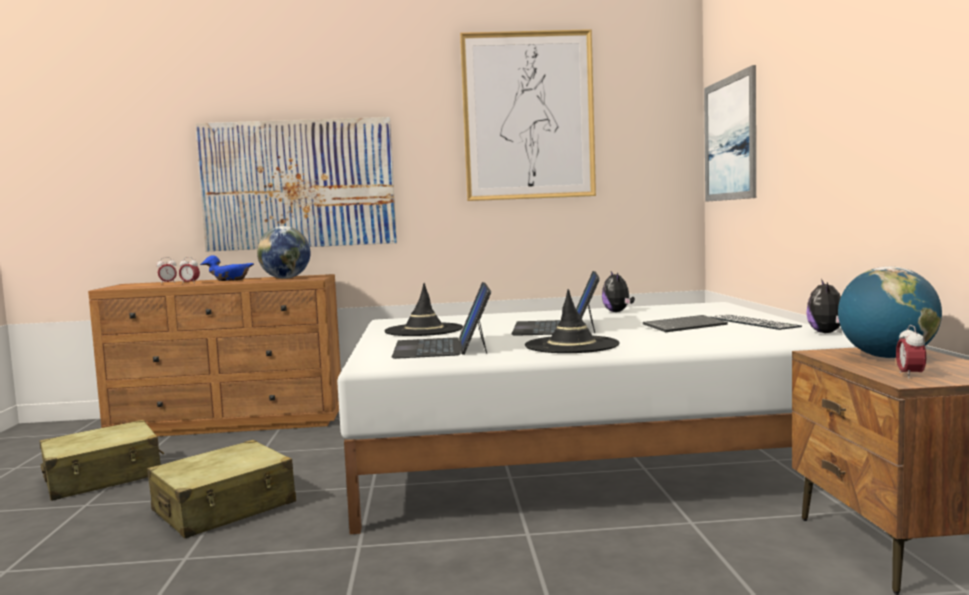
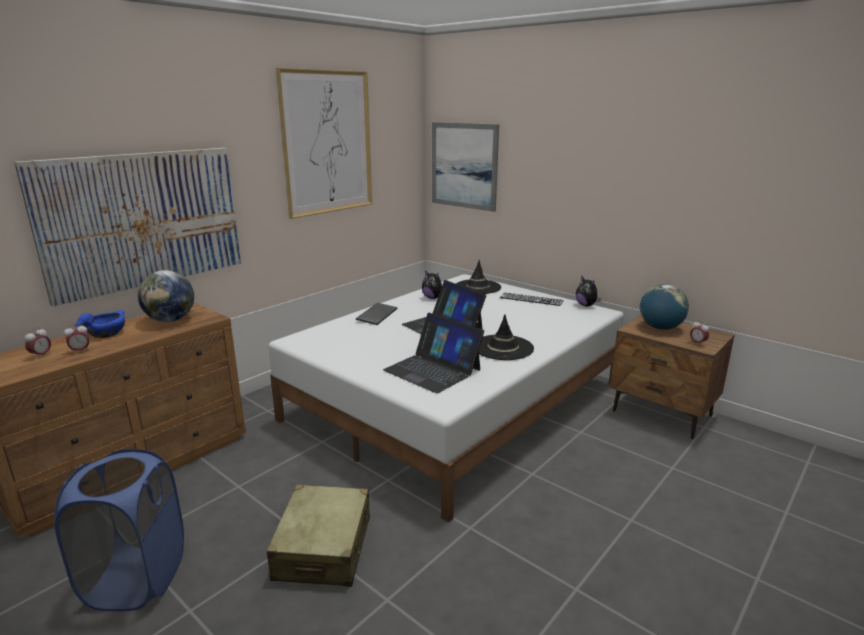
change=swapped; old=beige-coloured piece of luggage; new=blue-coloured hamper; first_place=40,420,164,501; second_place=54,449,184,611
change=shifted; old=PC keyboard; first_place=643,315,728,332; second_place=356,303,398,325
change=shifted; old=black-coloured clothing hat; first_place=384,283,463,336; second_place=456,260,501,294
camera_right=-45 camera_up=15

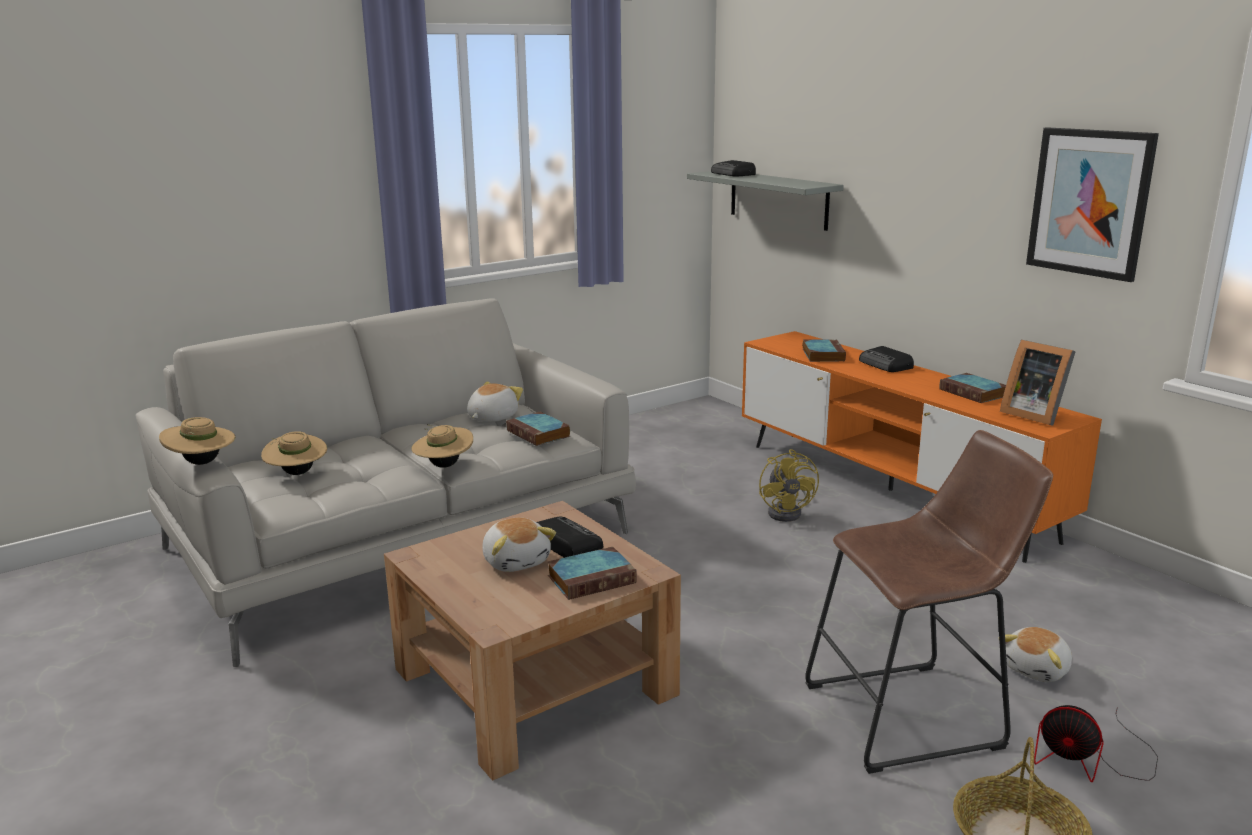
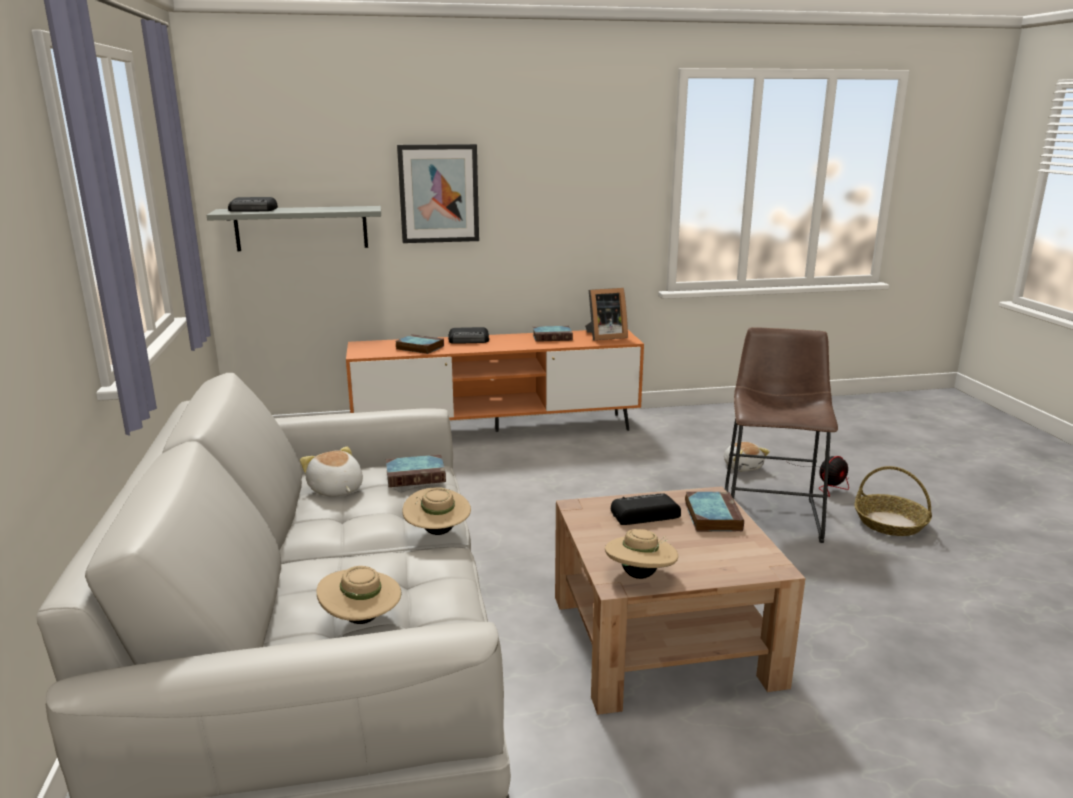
change=shifted; old=wall picture; first_place=1026,127,1159,282; second_place=397,144,479,243
change=shifted; old=beige-coloured clothing hat; first_place=159,417,235,465; second_place=605,529,678,579
change=gone; old=plush toy; first_place=482,518,556,572
change=gone; old=yellowish fan; first_place=759,449,819,522
camera_right=-65 camera_up=0

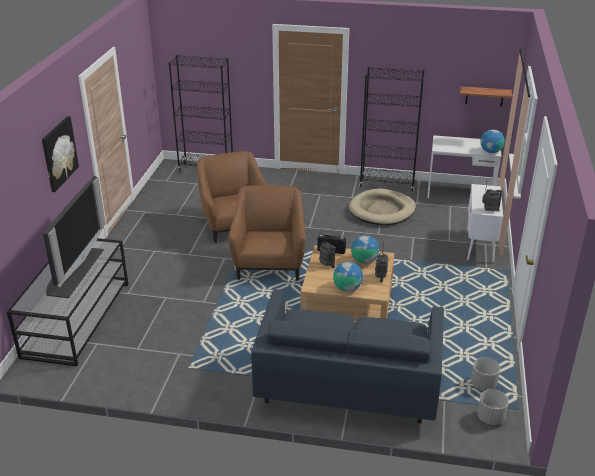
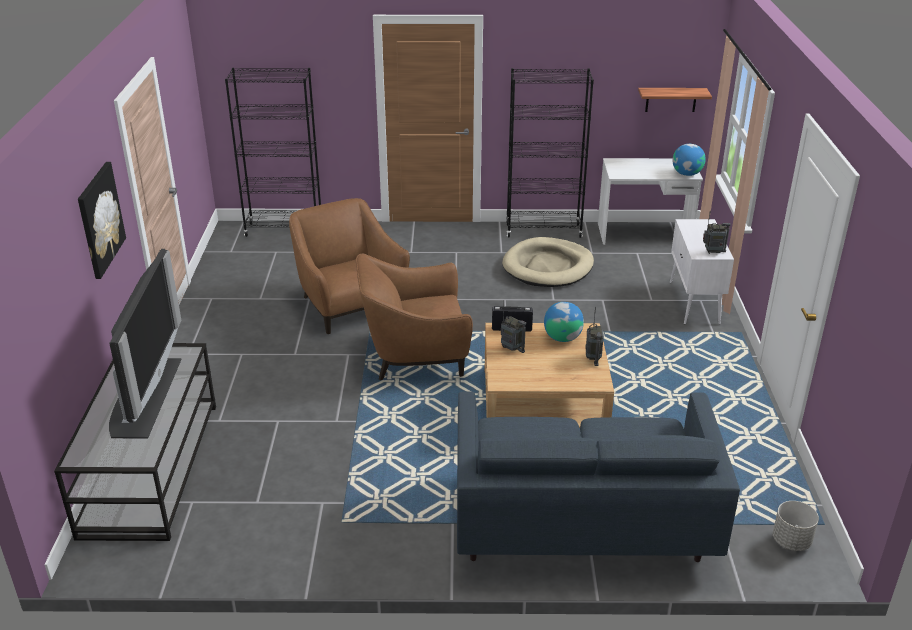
change=rotated; old=brown armchair; first_place=228,186,306,281; second_place=356,254,473,380; degrees=-90
change=gone; old=desk globe; first_place=333,262,363,292
change=gone; old=grey flower pot; first_place=471,357,500,391
camera_right=-10 camera_up=0

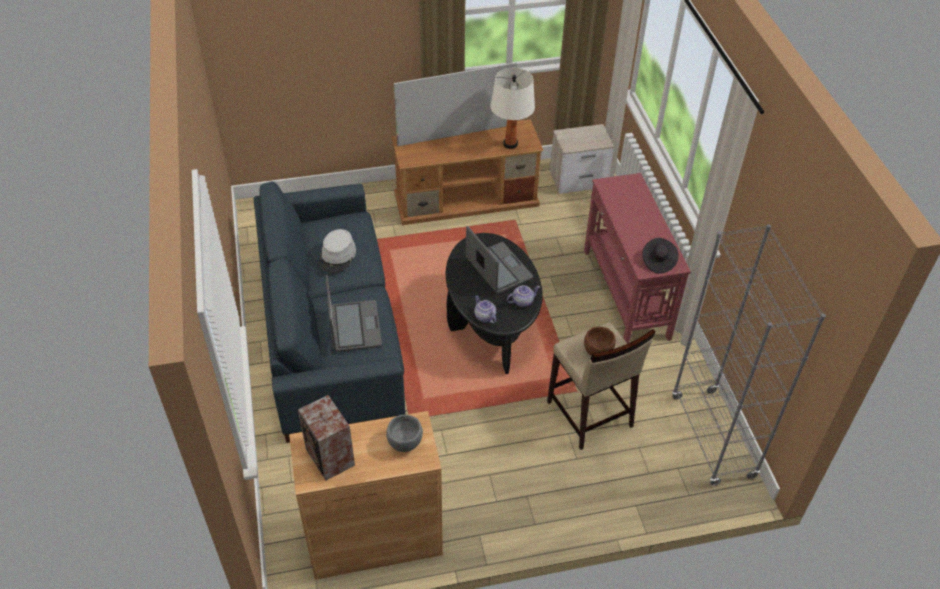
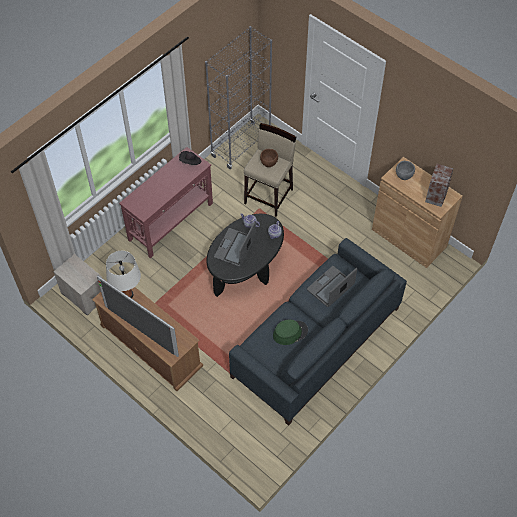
change=repainted; old=grey clothing hat; new=greenish clothing hat; first_place=318,229,356,273; second_place=273,319,308,345
camera_right=-125 camera_up=10

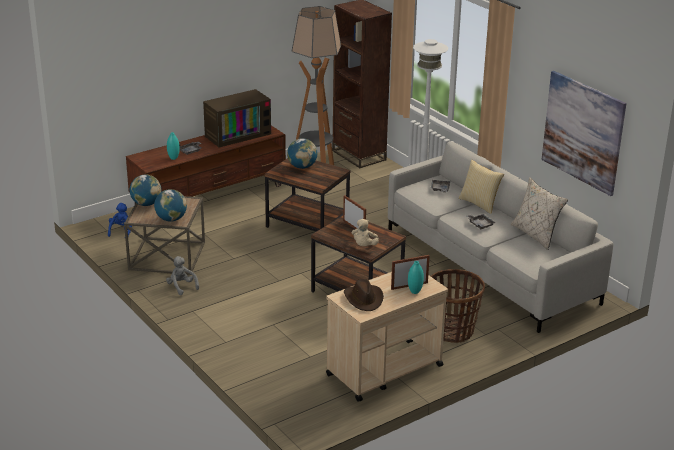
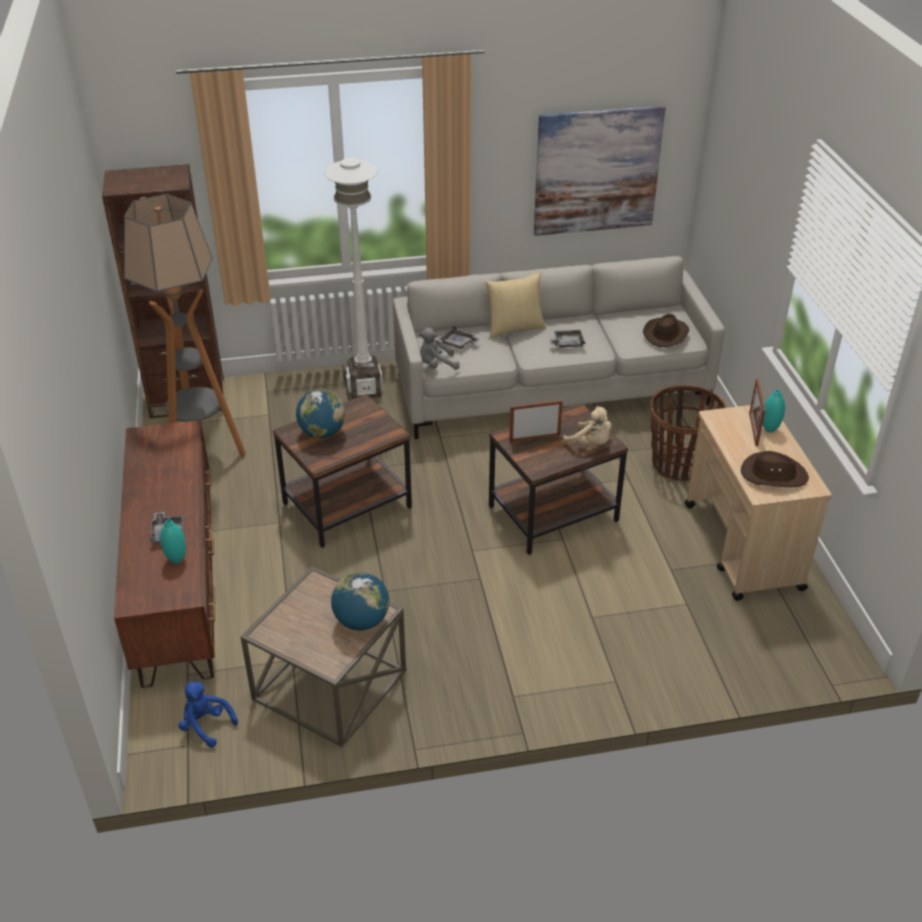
change=shifted; old=grey plush toy; first_place=166,256,199,295; second_place=418,328,460,370
change=new; new=brown clothing hat; second_place=643,314,689,347
change=gone; old=desk globe; first_place=130,174,161,206
change=gone; old=television; first_place=203,89,271,147
change=gone; old=beige-coloured pillow; first_place=511,178,568,250
camera_right=-65 camera_up=10

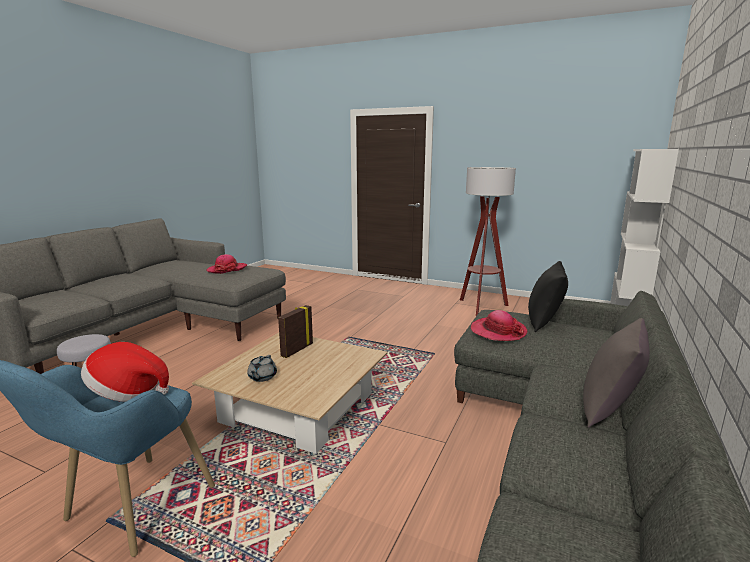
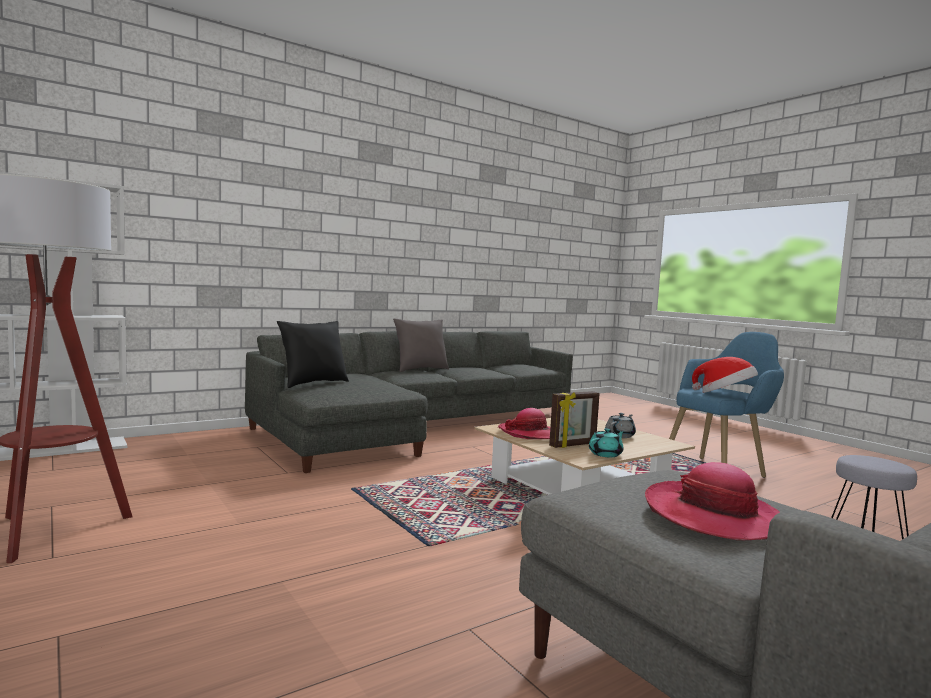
change=shifted; old=clothing hat; first_place=471,310,527,341; second_place=498,408,550,439
change=new; new=blue-green tea pot; second_place=589,428,624,457
camera_right=-150 camera_up=-10

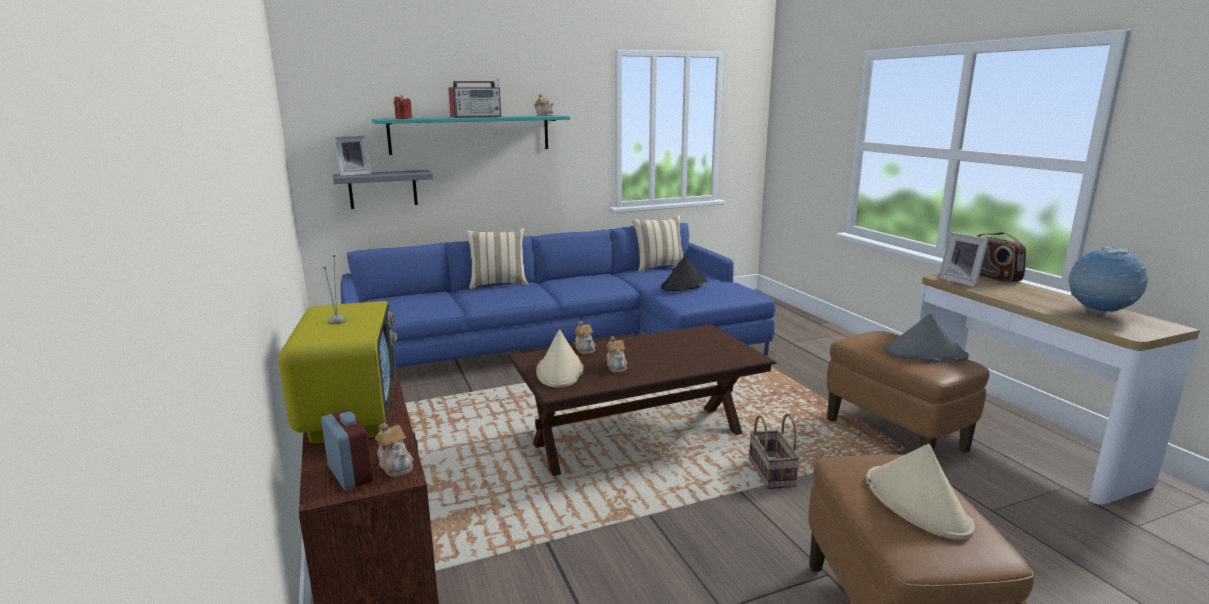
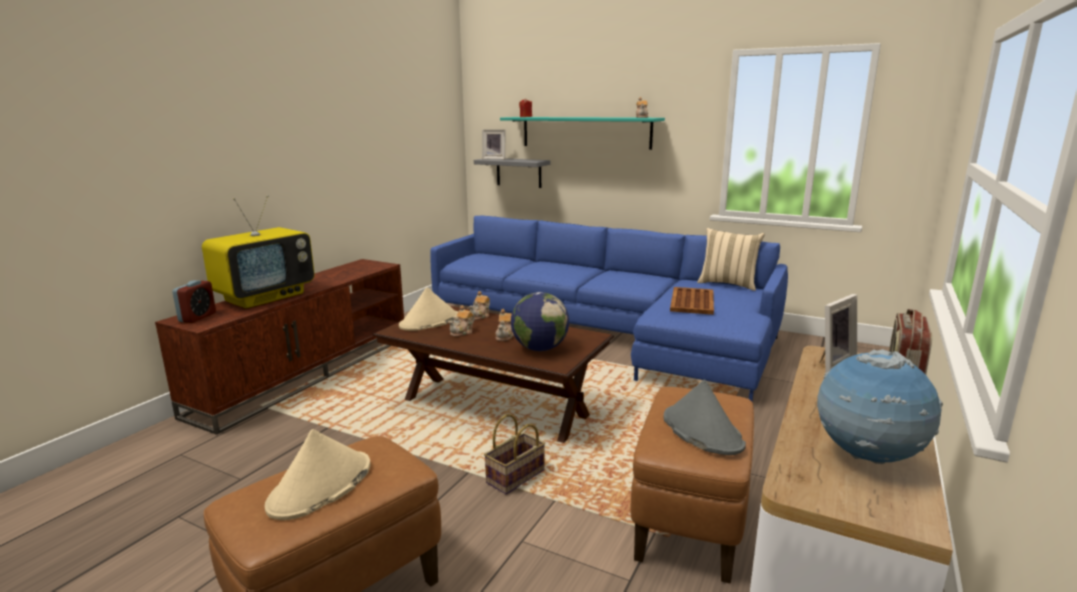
change=shifted; old=tea pot; first_place=375,422,413,477; second_place=495,309,514,341
change=new; new=desk globe; second_place=511,292,569,351
change=swapped; old=black-coloured clothing hat; new=brown carrying tray; first_place=661,256,707,291; second_place=670,287,714,315
change=rotated; old=photo frame; first_place=939,232,989,287; second_place=820,294,857,373; degrees=-150
change=gone; old=radio set; first_place=448,79,501,118
change=gone; old=beige-coloured pillow; first_place=466,228,529,289
camera_right=50 camera_up=0

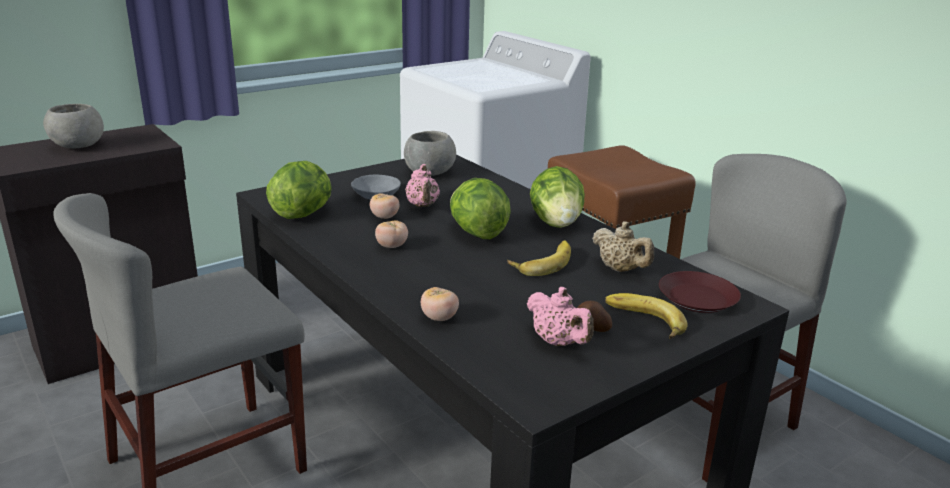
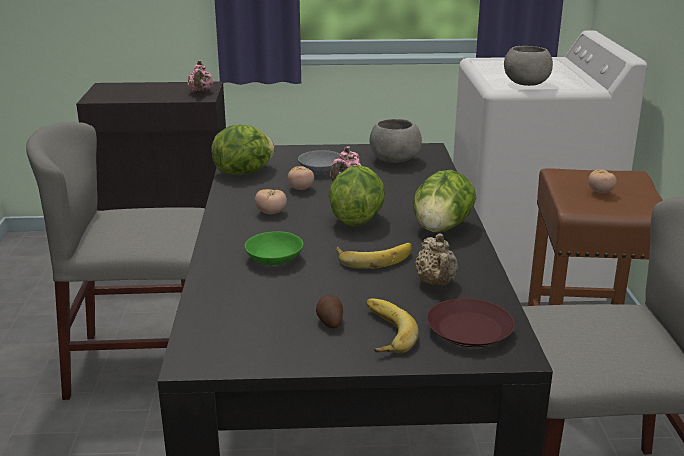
change=shifted; old=pinkish tea pot; first_place=527,287,594,346; second_place=188,60,213,93
change=new; new=greenish bowl; second_place=245,231,303,265
change=shifted; old=grey bowl; first_place=43,104,104,148; second_place=504,46,553,86
change=shifted; old=whole tomato; first_place=421,287,459,321; second_place=588,169,616,193
camera_right=35 camera_up=0

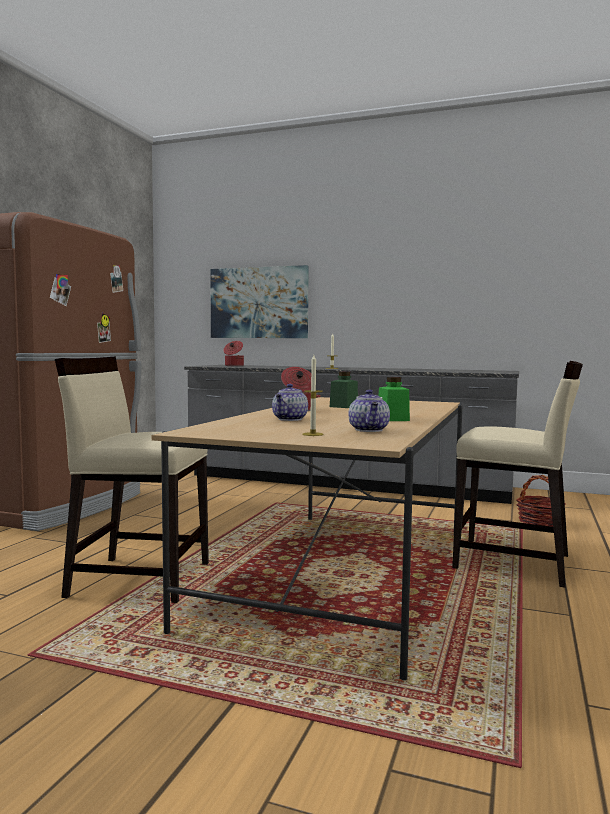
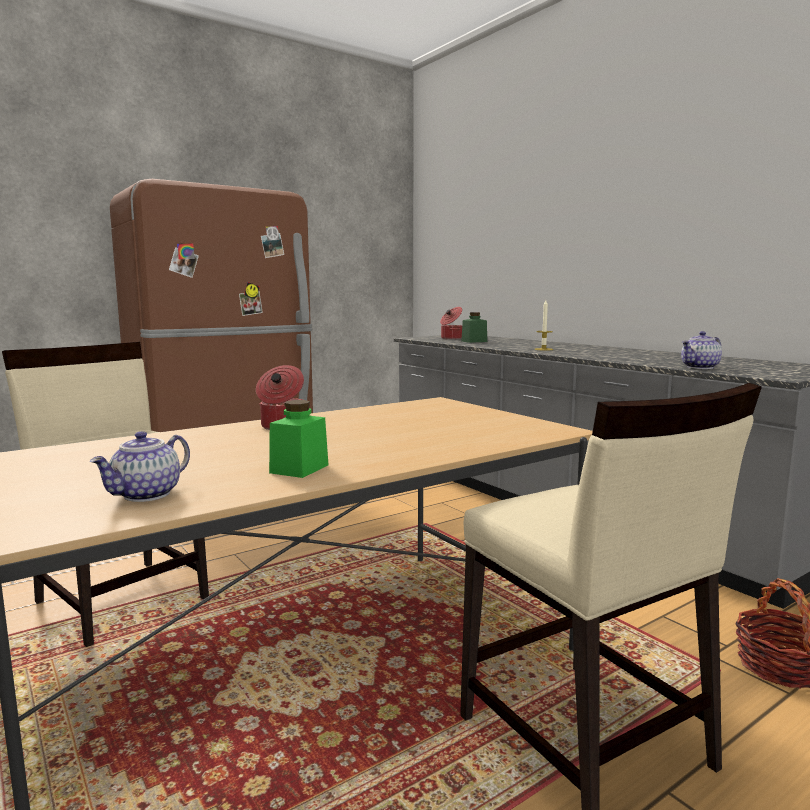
change=shifted; old=greenish storage jar; first_place=330,372,358,408; second_place=461,312,487,343
change=shifted; old=tea pot; first_place=272,384,308,421; second_place=681,331,722,369
change=gone; old=wall picture; first_place=211,265,309,338
change=gone; old=wax candle; first_place=302,355,324,436
camera_right=35 camera_up=5

